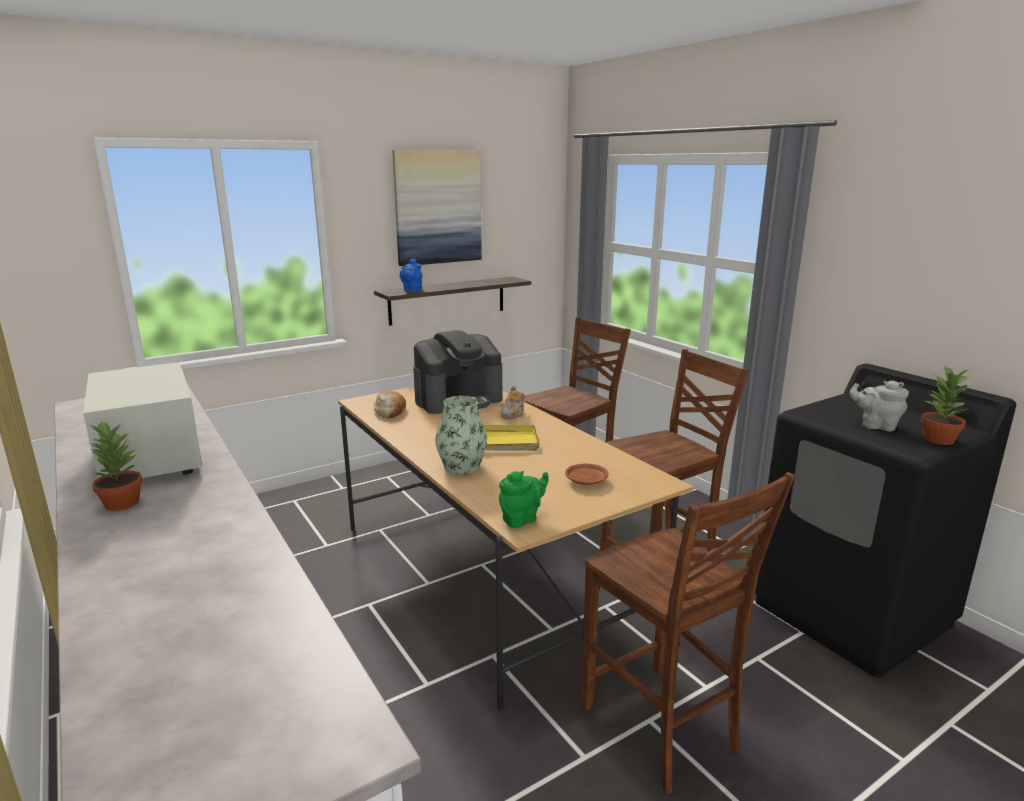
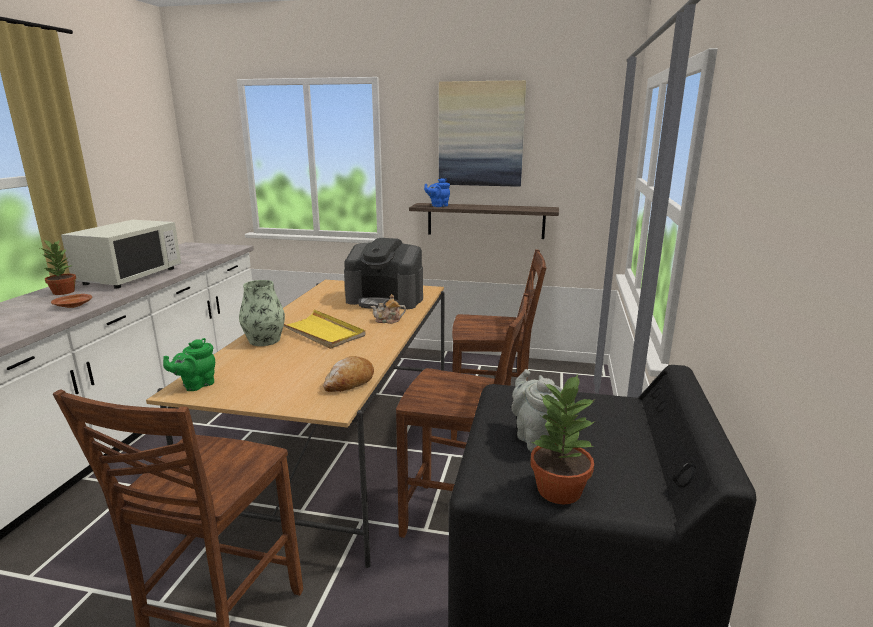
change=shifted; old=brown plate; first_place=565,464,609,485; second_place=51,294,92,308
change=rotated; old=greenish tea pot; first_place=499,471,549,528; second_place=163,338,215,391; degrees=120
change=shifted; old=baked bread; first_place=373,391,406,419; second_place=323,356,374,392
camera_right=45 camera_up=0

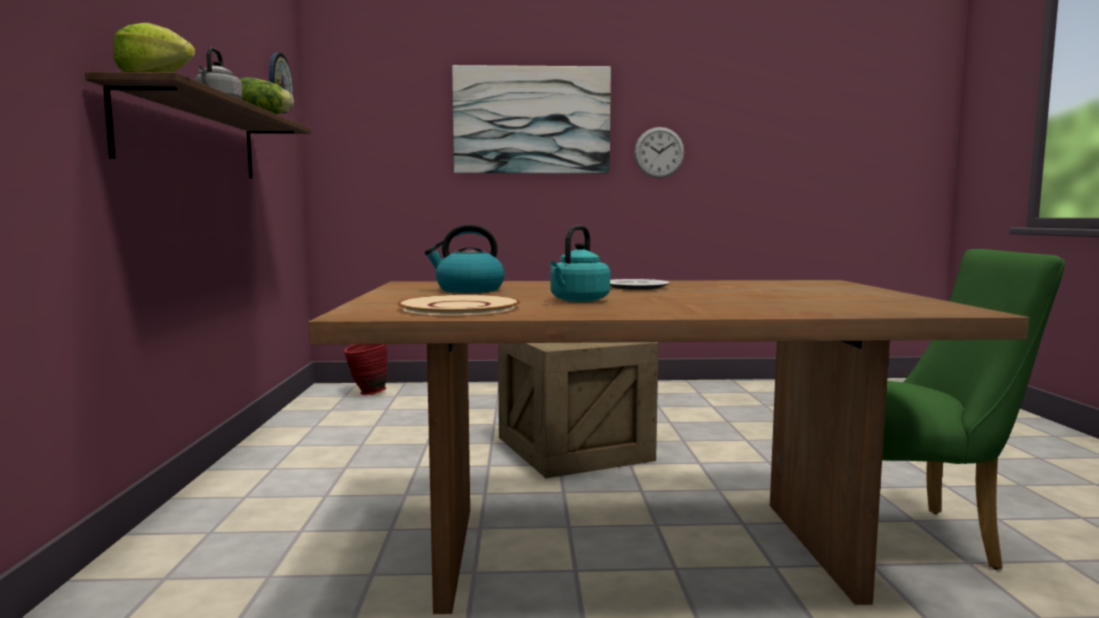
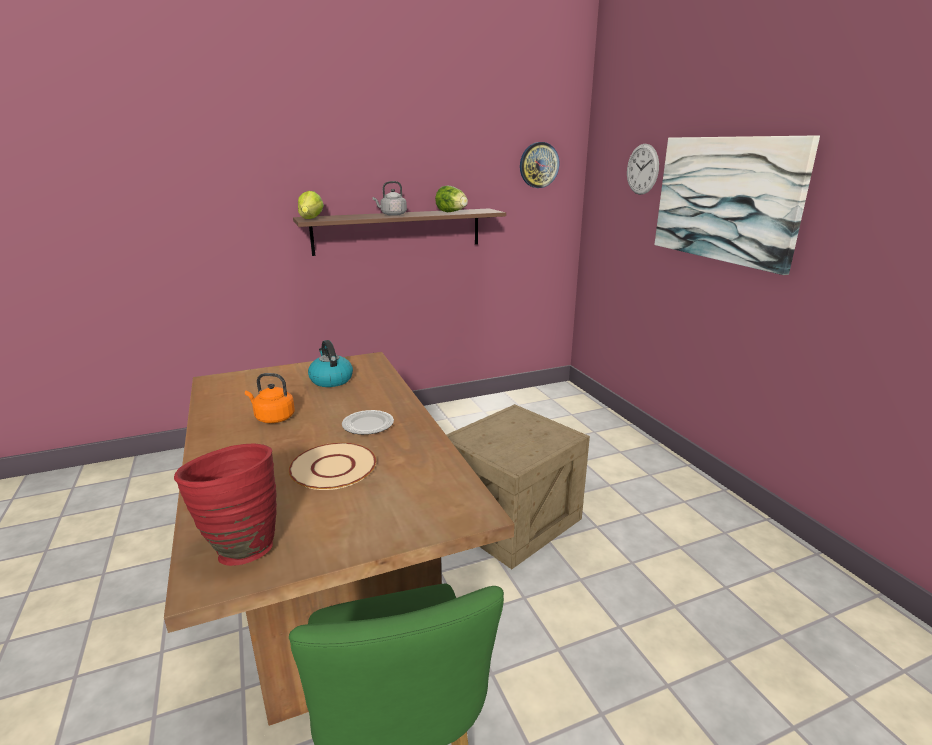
change=shifted; old=red flower vase; first_place=344,344,388,395; second_place=174,443,277,566
change=repainted; old=blue-green water kettle; new=orange-coloured water kettle; first_place=550,225,610,302; second_place=245,373,295,423
change=shifted; old=beige-coloured plate; first_place=397,295,520,316; second_place=289,443,376,490
change=shifted; old=clock on the wall; first_place=634,127,684,178; second_place=627,144,659,195
camera_right=70 camera_up=15

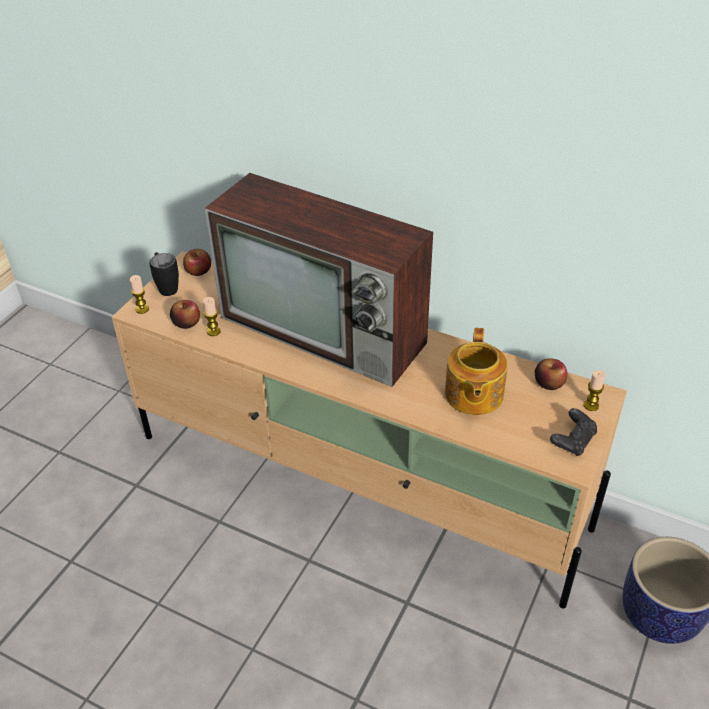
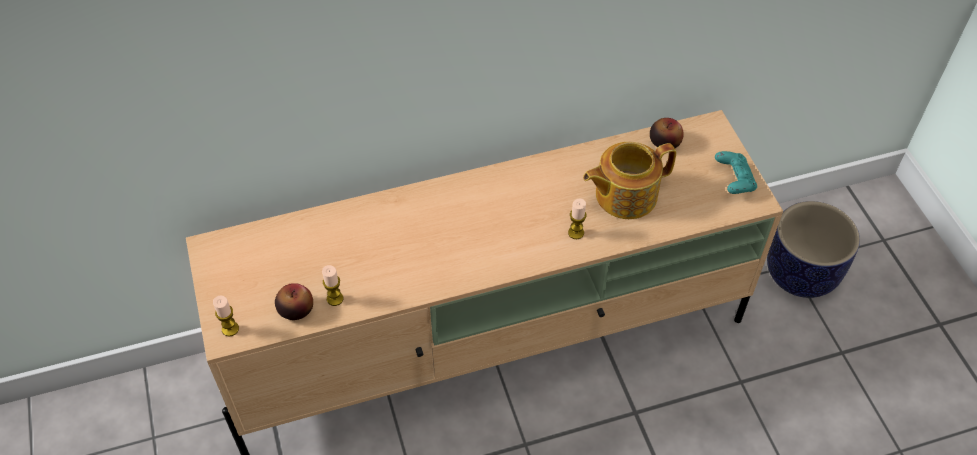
change=shifted; old=wax candle; first_place=584,370,606,411; second_place=568,199,586,239
change=rotated; old=tea pot; first_place=445,328,508,415; second_place=583,142,677,219; degrees=105
change=repainted; old=black-coloured game controller; new=blue-green game controller; first_place=550,408,597,456; second_place=715,151,757,194
change=gone; old=black-coloured mug; first_place=150,252,179,296
change=gone; old=whole apple; first_place=183,249,211,276
change=gone; old=television; first_place=205,173,433,387
camera_right=-45 camera_up=10

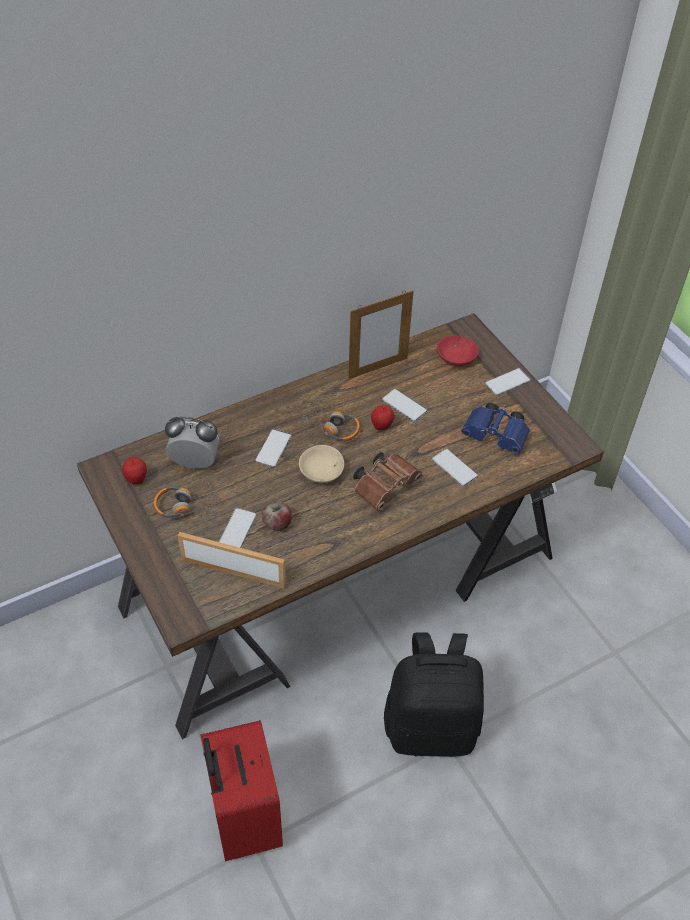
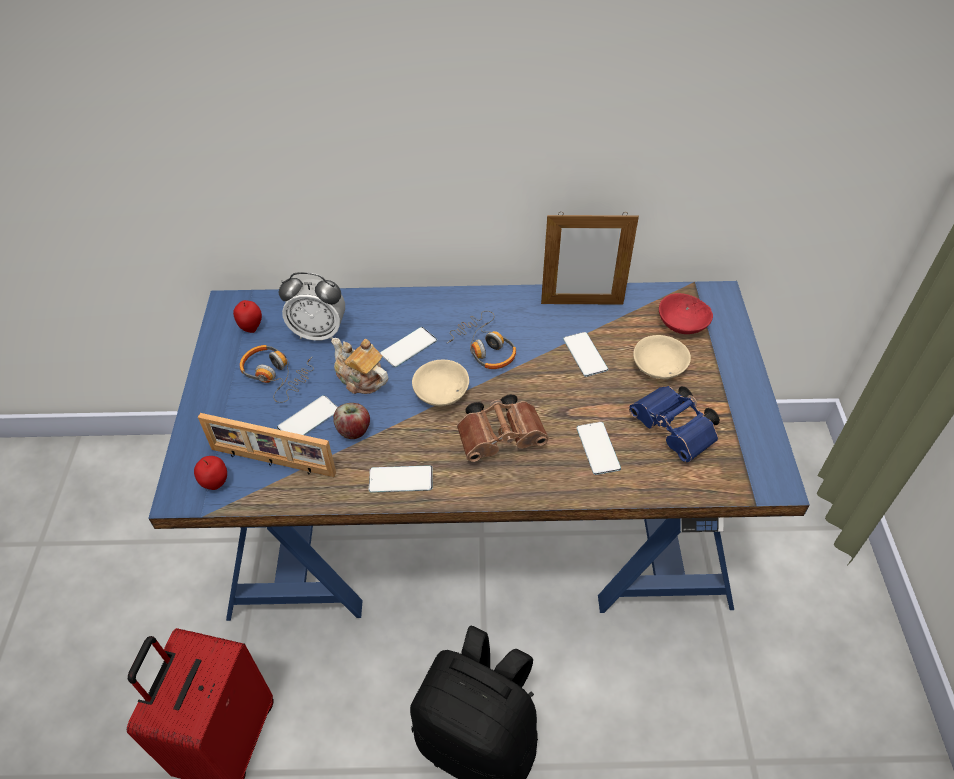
change=repainted; old=brown desk; new=blue-coloured desk; first_place=77,313,604,739; second_place=148,281,810,621
change=shifted; old=whole apple; first_place=371,405,394,430; second_place=194,456,227,490
change=rotated; old=photo frame; first_place=177,532,286,588; second_place=198,413,336,477; degrees=150
change=rotated; old=bedside clock; first_place=165,417,219,469; second_place=279,272,345,341; degrees=150
change=new; new=tea pot; second_place=331,338,388,394
change=shifted; old=handset; first_place=485,368,531,395; second_place=369,465,433,493
change=new; new=beige-coloured bowl; second_place=633,335,691,379
camera_right=30 camera_up=0

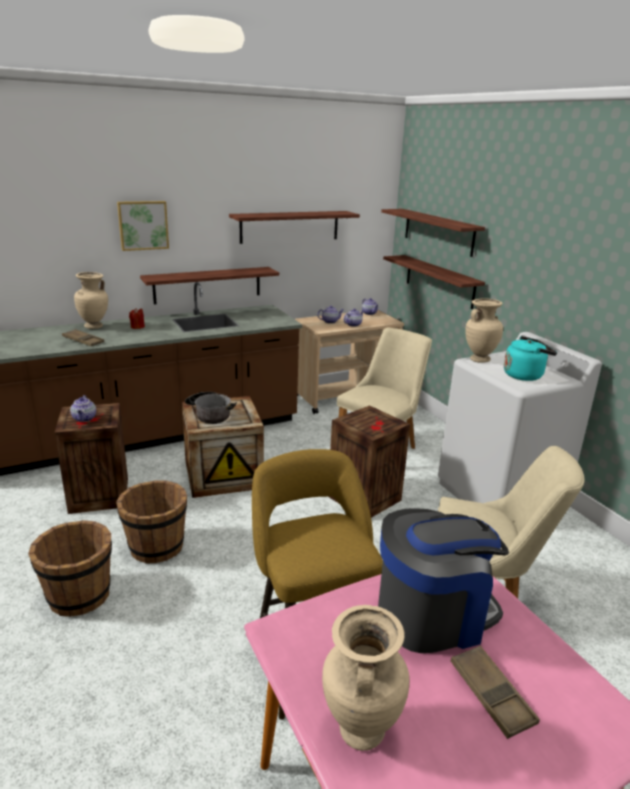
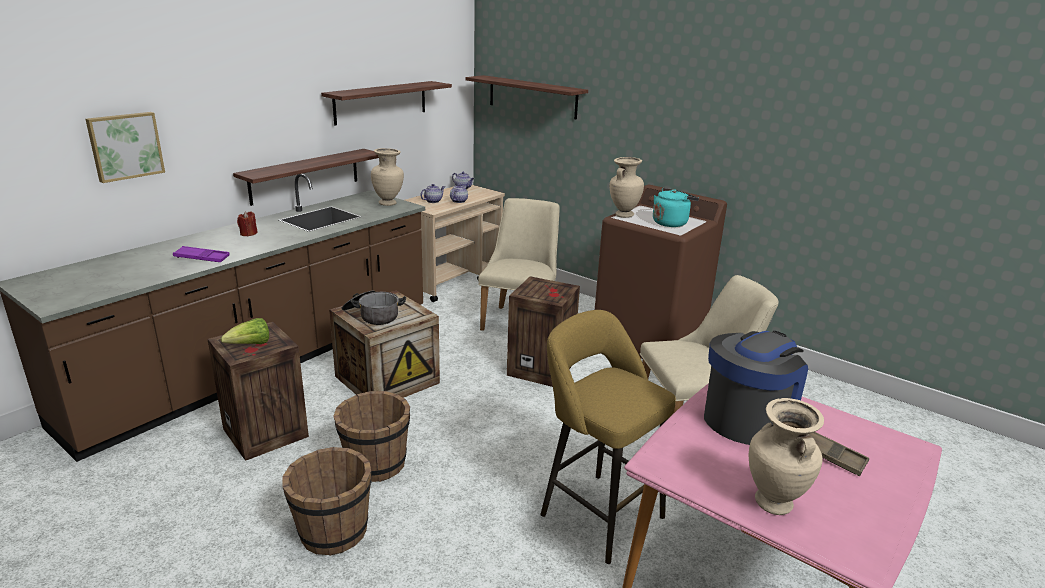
change=shifted; old=wall picture; first_place=117,201,169,251; second_place=85,112,165,183
change=repainted; old=brown carrying tray; new=purple-coloured carrying tray; first_place=62,329,104,346; second_place=173,246,230,262
change=swapped; old=tea pot; new=head of lettuce; first_place=70,395,96,422; second_place=221,318,269,344
change=shifted; old=beige-coloured flower vase; first_place=74,272,108,329; second_place=371,148,404,206
change=repainted; old=whitish laundry appliance; new=brown laundry appliance; first_place=438,332,602,503; second_place=595,185,727,359
change=gone; old=shelf; first_place=383,255,485,309
camera_right=-25 camera_up=0

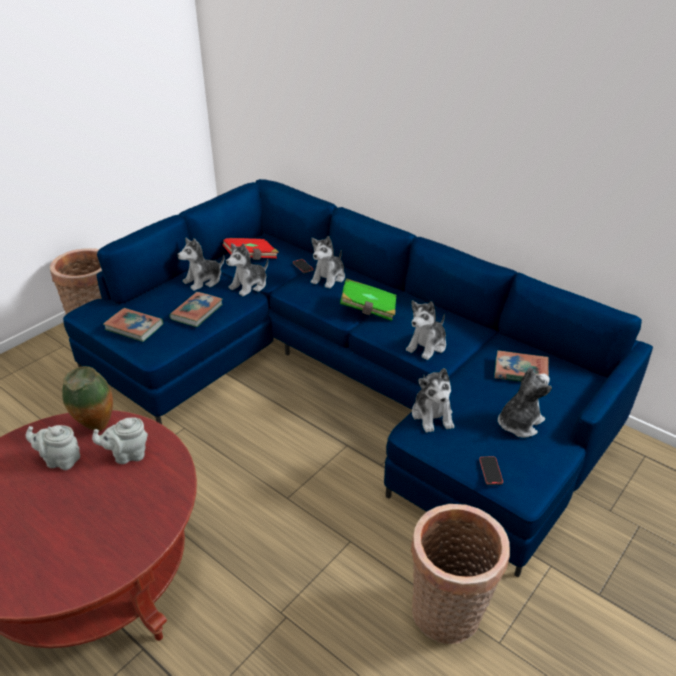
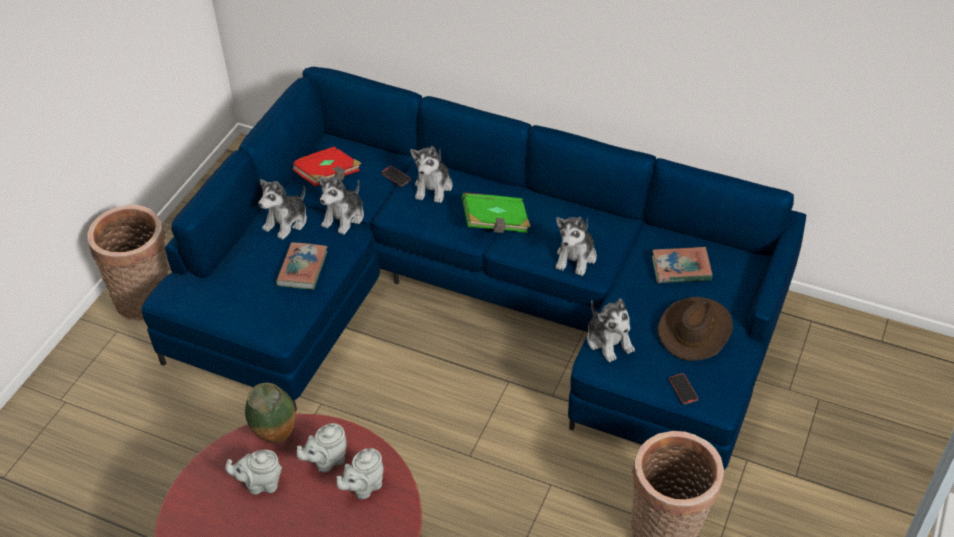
change=new; new=grey tea pot; second_place=337,448,384,499
change=swapped; old=plush toy; new=brown clothing hat; first_place=498,367,552,438; second_place=657,297,733,361
change=gone; old=bound book; first_place=103,308,163,342
camera_right=-15 camera_up=10

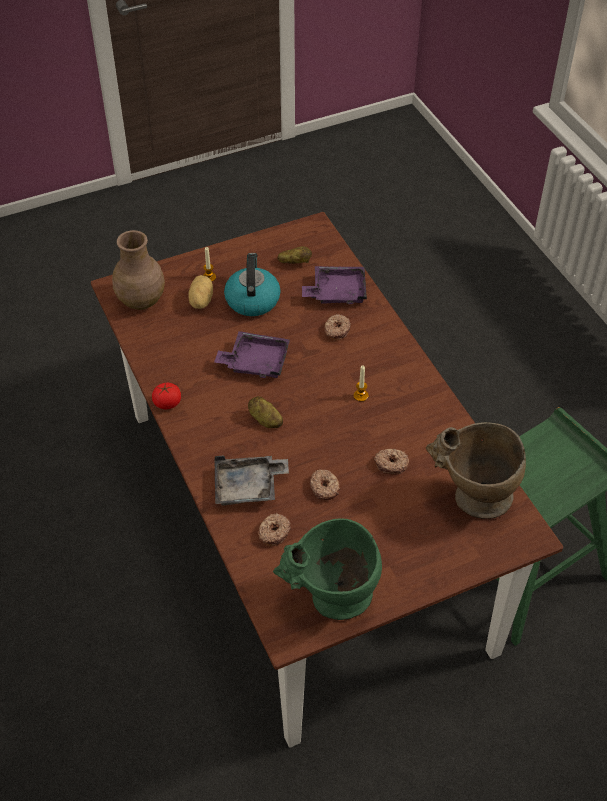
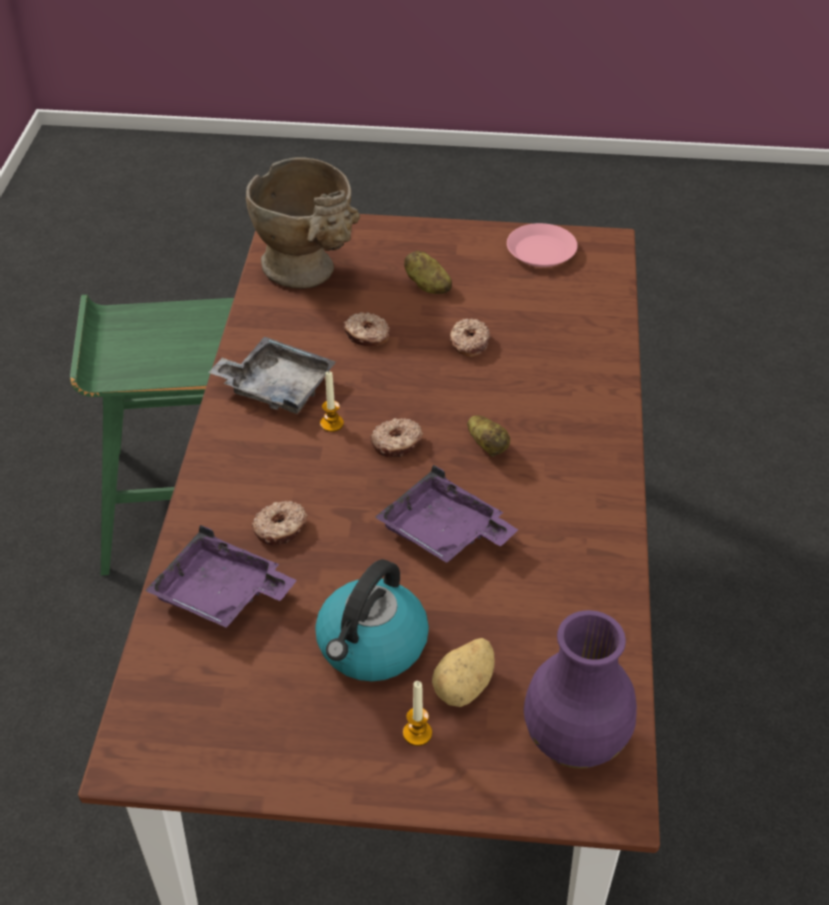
change=shifted; old=grey carrying tray; first_place=215,456,289,505; second_place=208,337,336,414
change=shifted; old=doughnut; first_place=258,513,291,546; second_place=371,418,423,457
change=shifted; old=spud; first_place=278,246,312,264; second_place=404,251,452,294
change=swapped; old=greenish flower vase; new=pinkish plate; first_place=273,518,382,620; second_place=507,223,578,267
change=repainted; old=brown flower vase; new=purple-coloured flower vase; first_place=112,230,165,310; second_place=524,610,637,769
change=gone; old=whole tomato; first_place=152,383,181,409
camera_right=-150 camera_up=-5

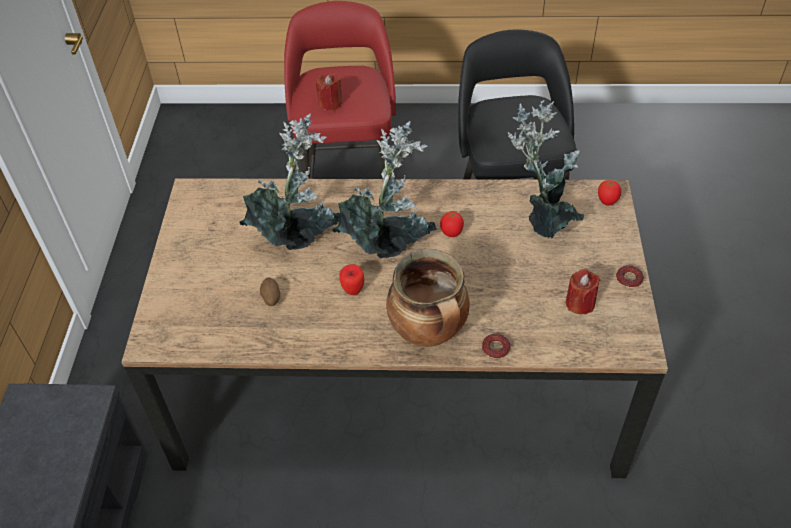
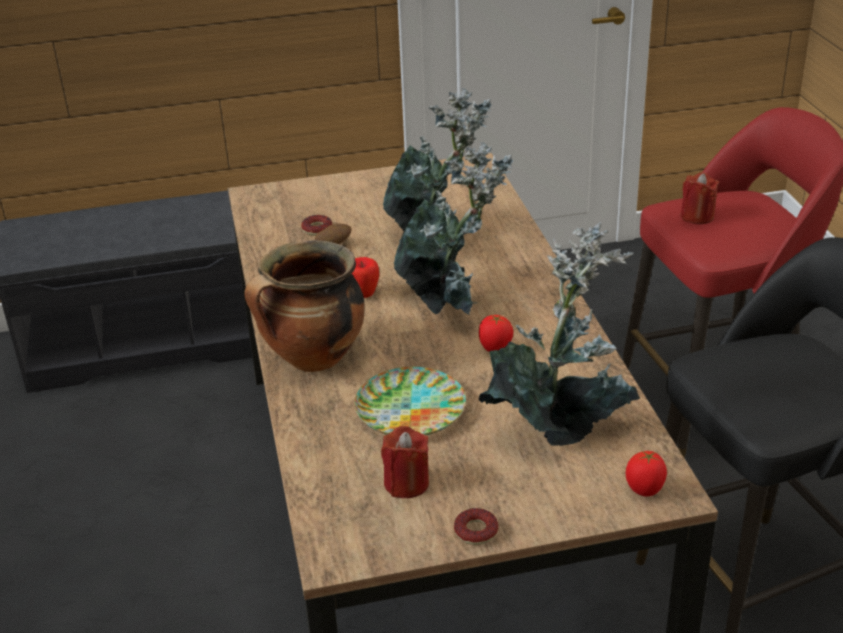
change=shifted; old=doughnut; first_place=482,334,511,359; second_place=301,215,332,236
change=new; new=plate; second_place=355,367,466,435
camera_right=75 camera_up=-15

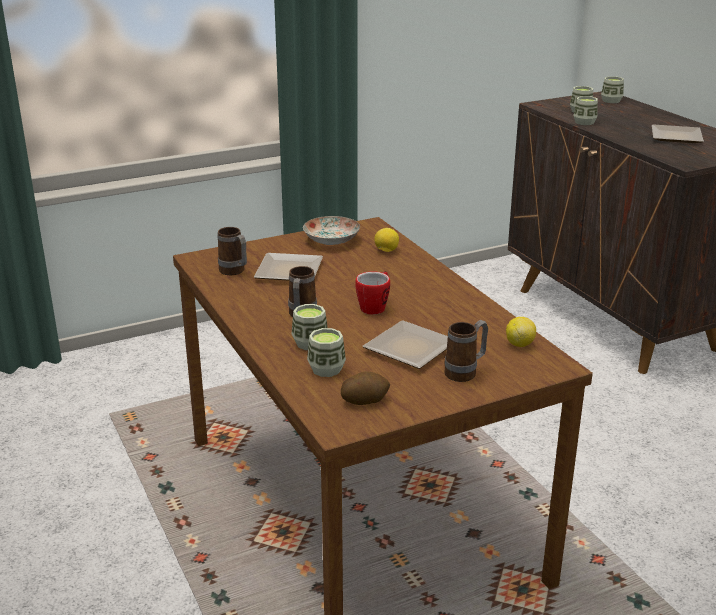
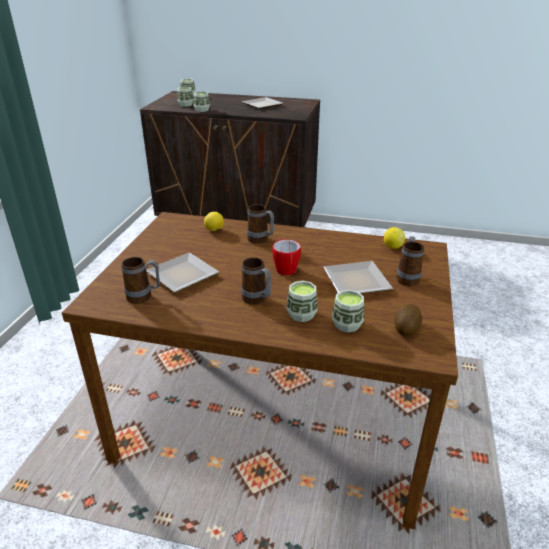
change=new; new=mug; second_place=247,204,274,244
change=gone; old=plate; first_place=303,216,360,245
camera_right=-50 camera_up=5

